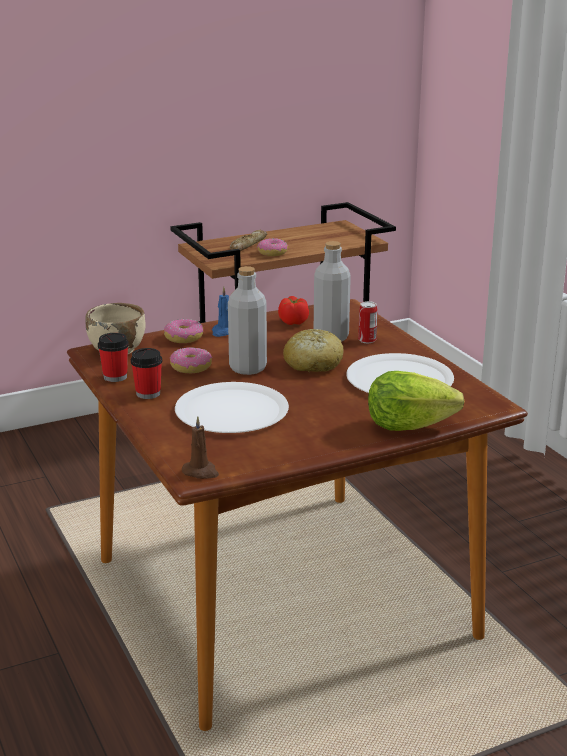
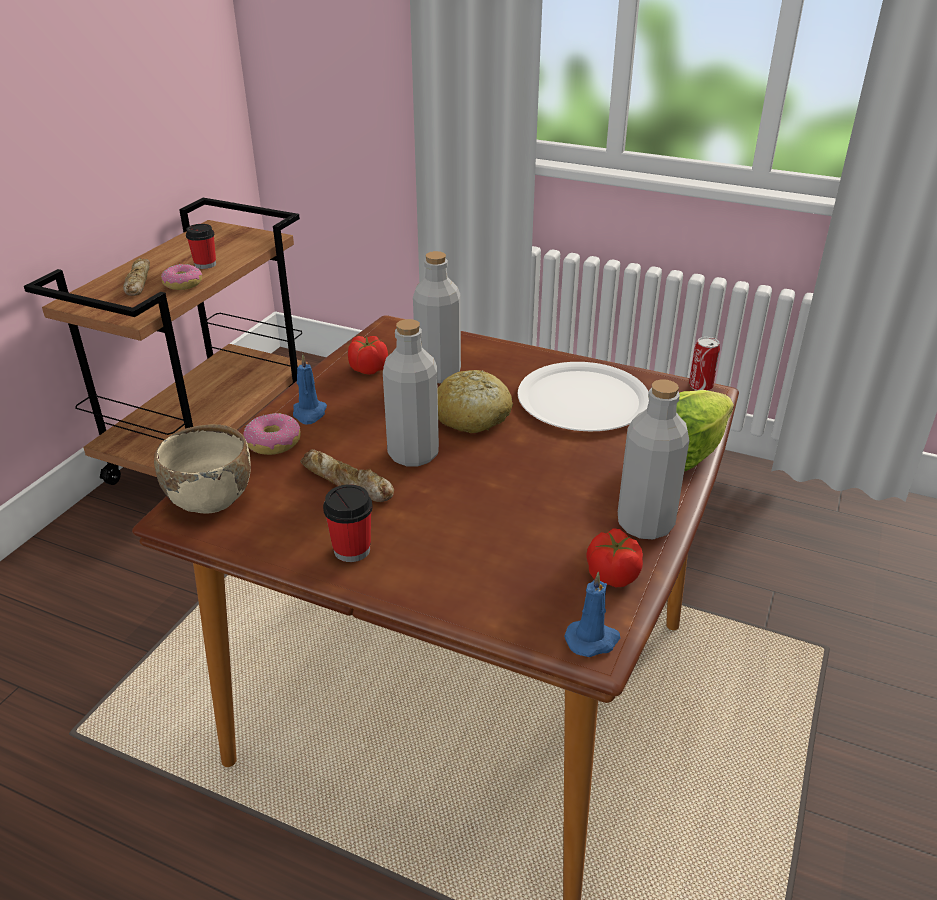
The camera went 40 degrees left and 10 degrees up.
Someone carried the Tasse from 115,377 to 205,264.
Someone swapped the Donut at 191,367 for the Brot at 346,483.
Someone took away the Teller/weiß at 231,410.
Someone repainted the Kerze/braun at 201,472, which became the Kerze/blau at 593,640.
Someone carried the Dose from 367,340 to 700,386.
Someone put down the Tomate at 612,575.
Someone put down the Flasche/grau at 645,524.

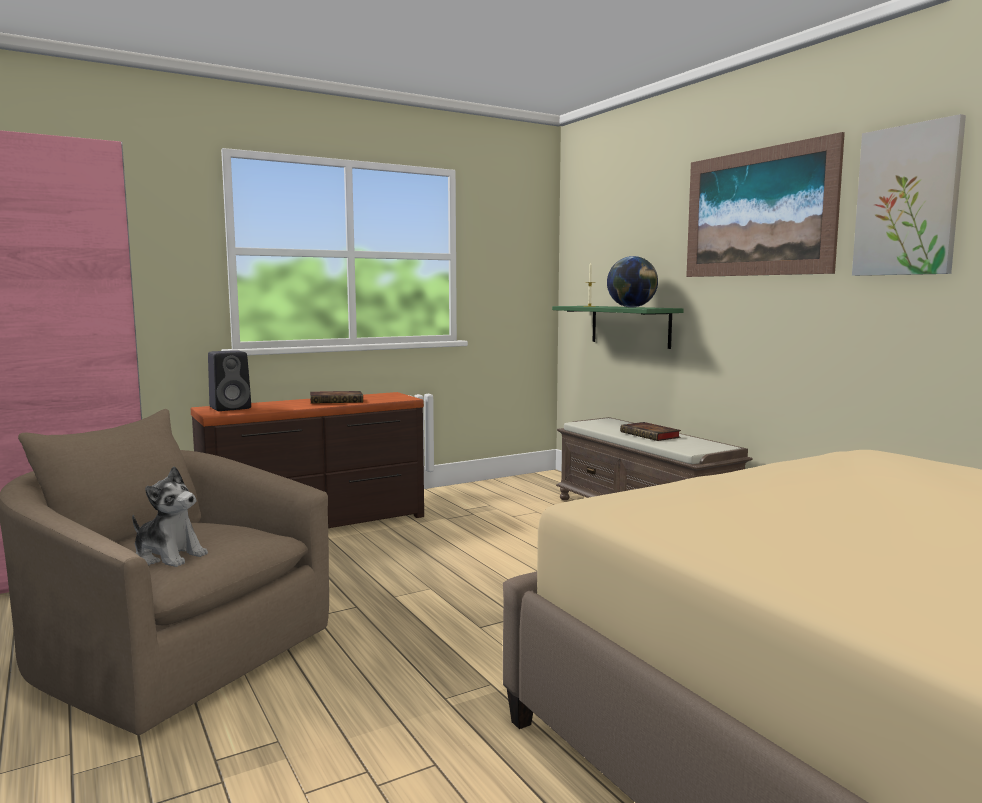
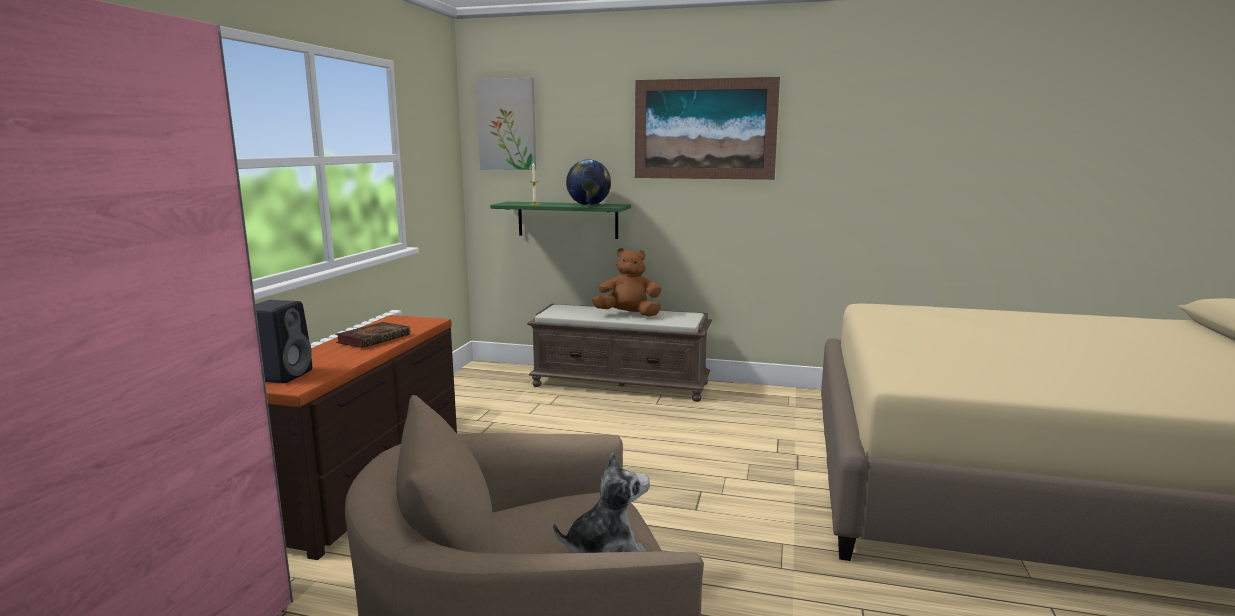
The camera went 45 degrees left and 5 degrees up.
Someone swapped the Buch at 651,435 for the Plüschtier/braun at 628,315.
Someone carried the Bild from 907,201 to 507,124.

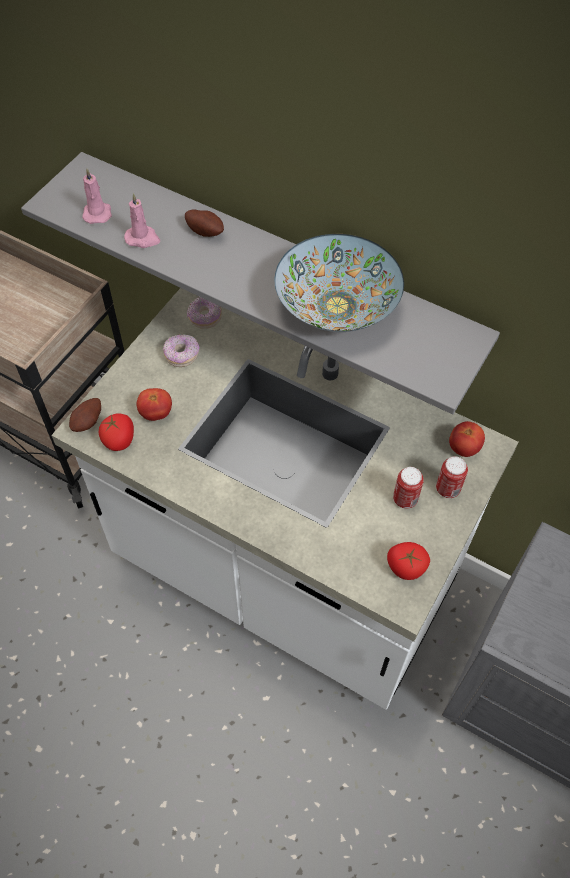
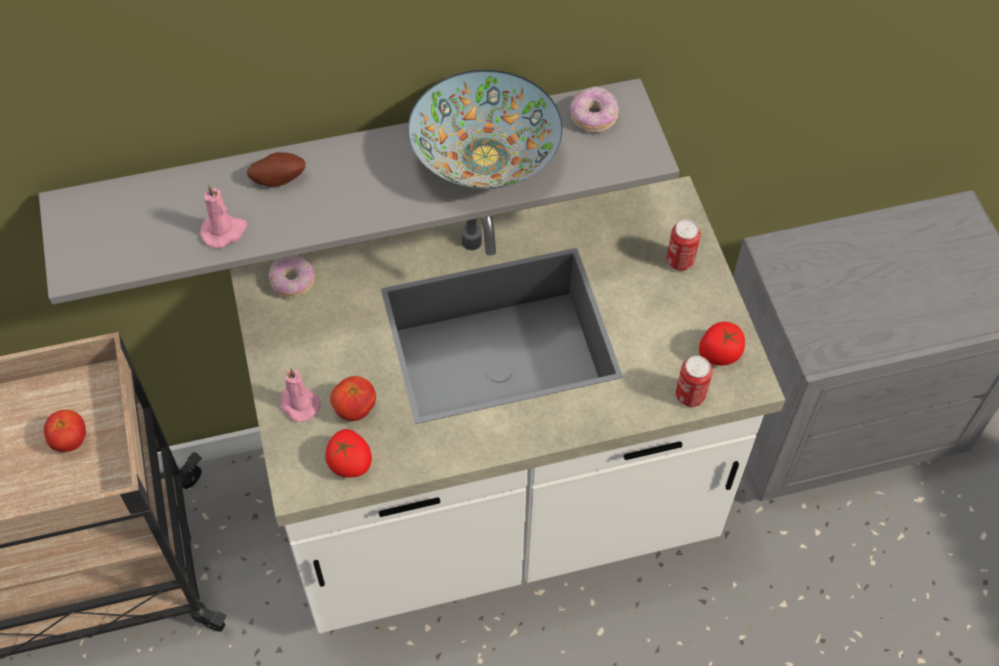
The camera went 45 degrees left and 0 degrees up.
Someone took away the Kartoffel at 88,422.
Someone carried the Kerze/rosa from 97,213 to 298,404.
Someone carried the Donut from 182,355 to 593,117.
Someone carried the Dose from 405,499 to 690,396.
Someone carried the Tomate from 463,448 to 70,440.

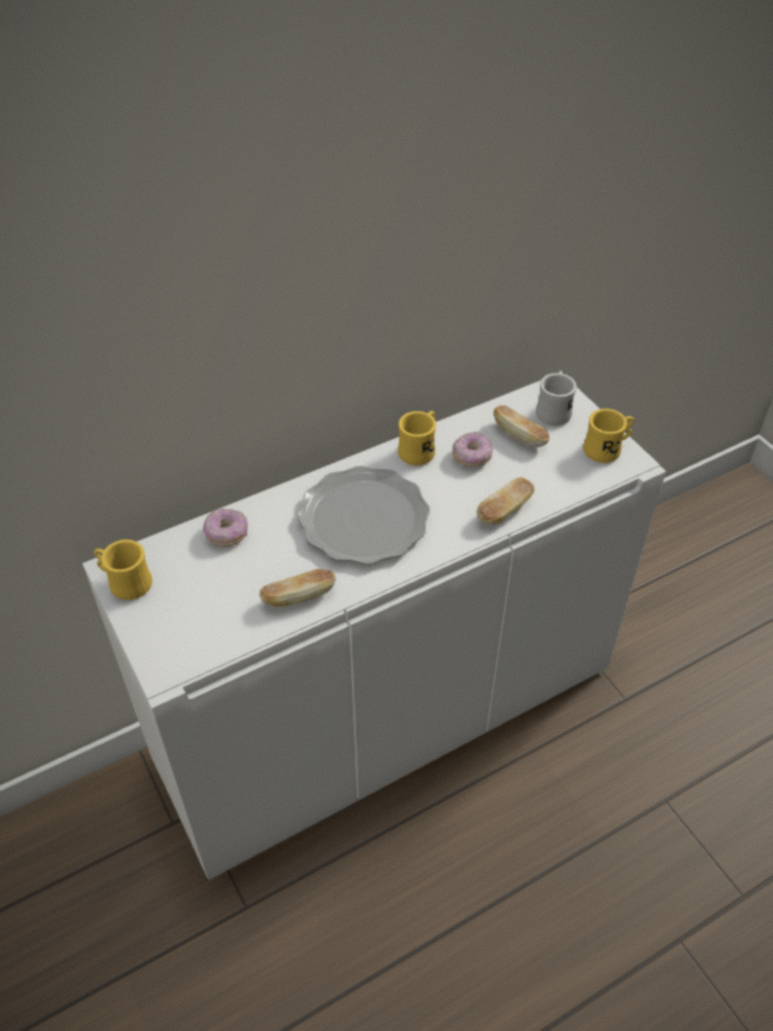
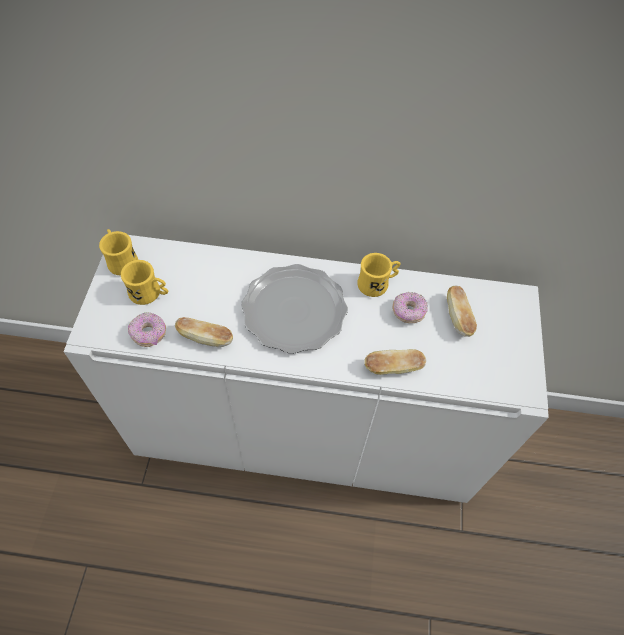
The camera went 35 degrees right and 10 degrees up.
Someone carried the Donut from 227,534 to 149,334.
Someone took away the Henkelbecher/weiß at 554,410.
Someone carried the Henkelbecher/gelb from 607,449 to 150,294.

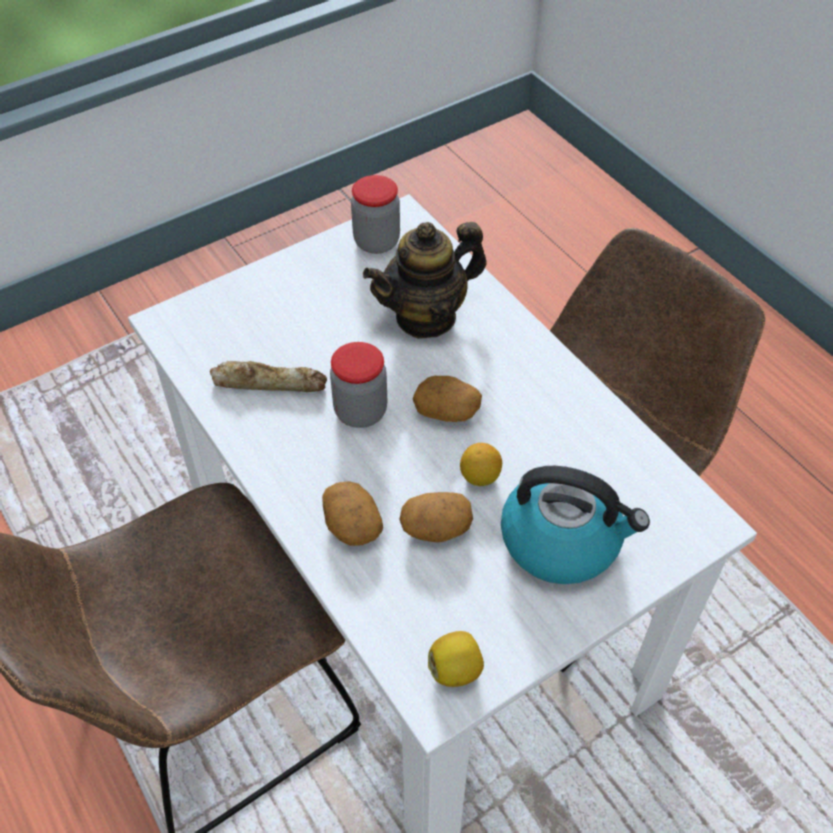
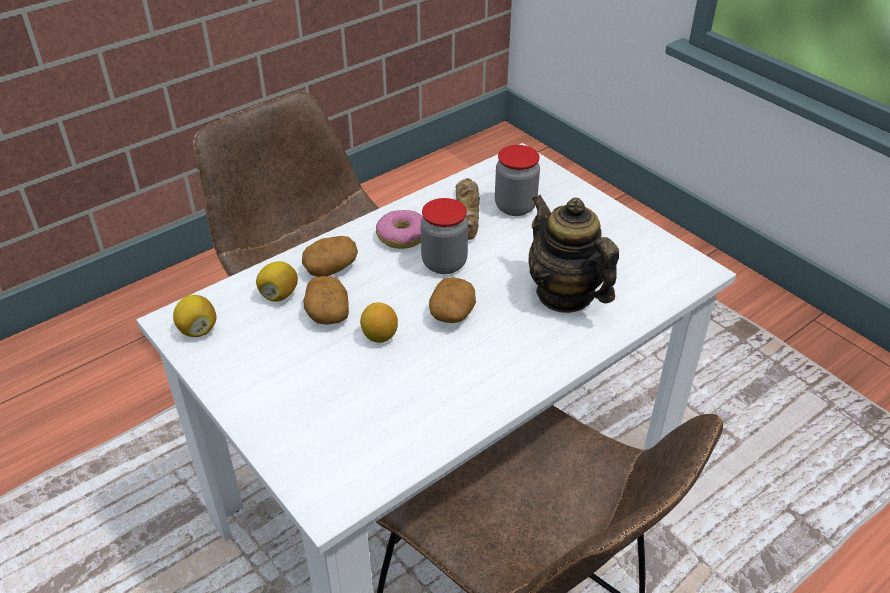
The camera went 85 degrees right and 10 degrees down.
Someone carried the Vorratsglas from 376,242 to 515,207.
Someone took away the Wasserkessel at 562,540.
Someone put down the Zitrone at 279,294.
Someone put down the Donut at 402,236.

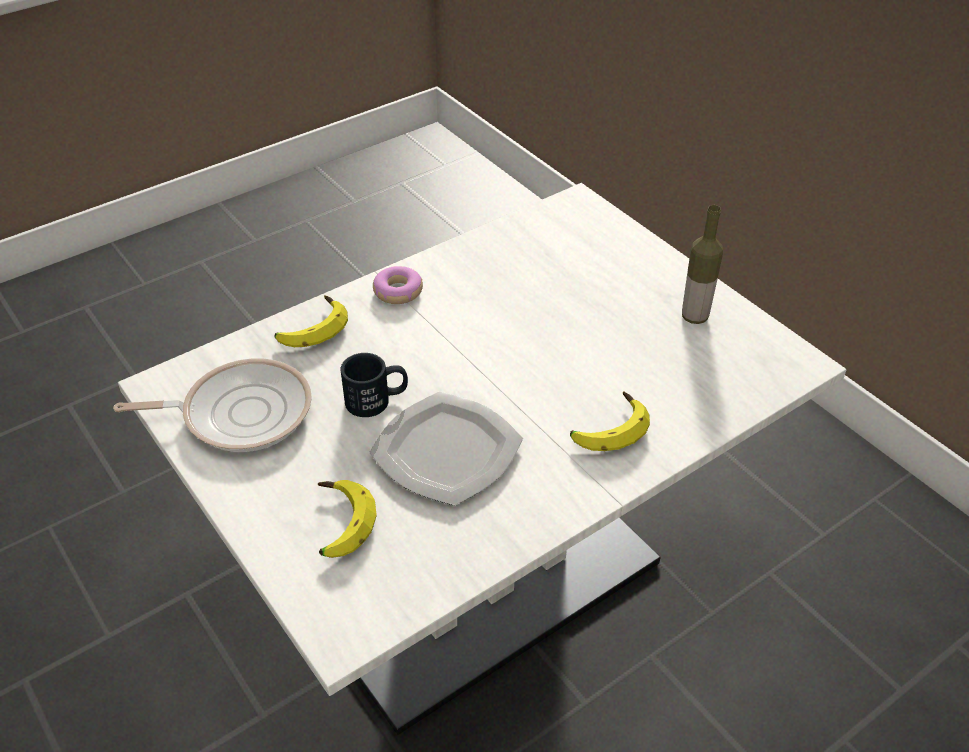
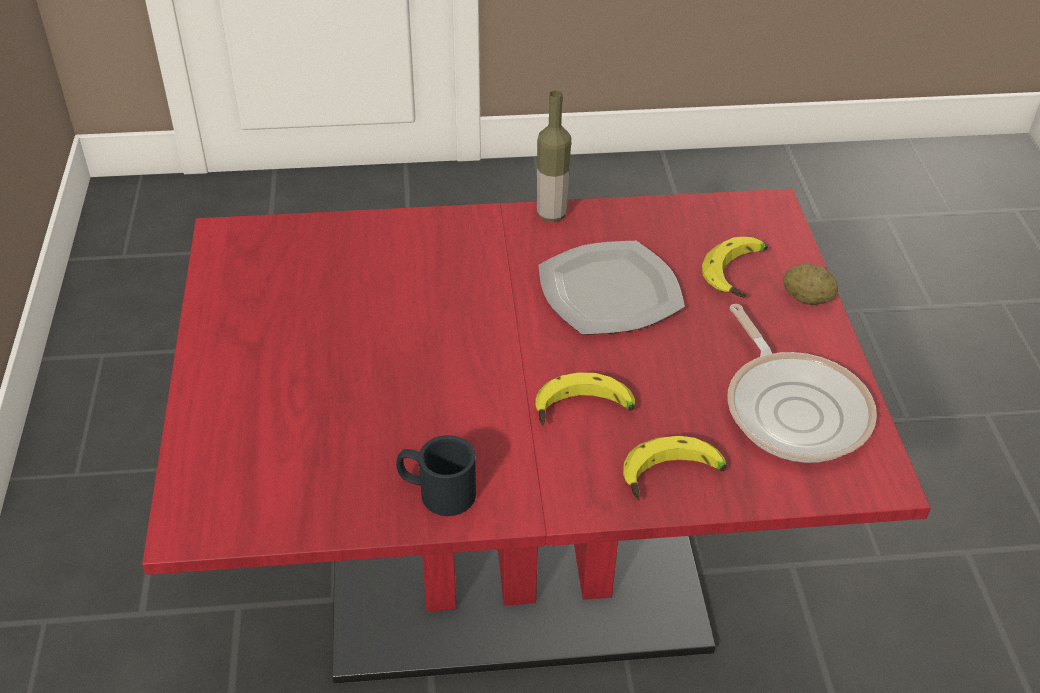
The camera went 150 degrees left and 0 degrees up.
Someone rotated the Pfanne at 240,412 by 135 degrees counterclockwise.
Someone repainted the Esstisch/weiß at 484,583, which became the Esstisch/rot at 516,582.
Someone carried the Henkelbecher/schwarz from 377,400 to 436,491.
Someone took away the Donut at 398,291.
Someone carried the Banane from 607,429 to 583,412.
Someone carried the Flasche from 694,316 to 551,214.
Someone put down the Kartoffel at 807,299.

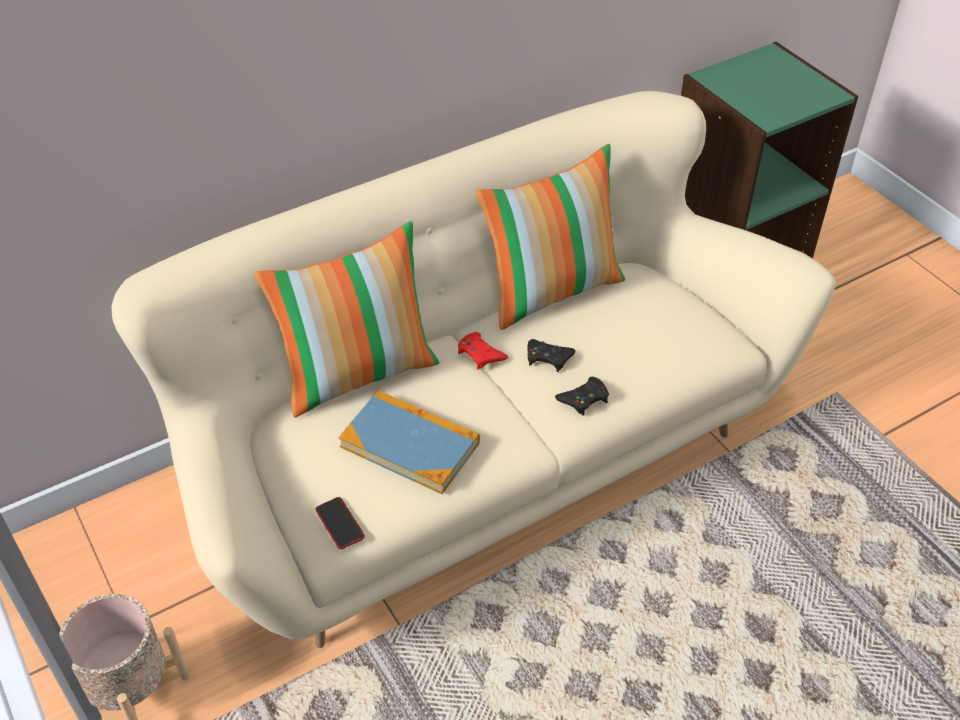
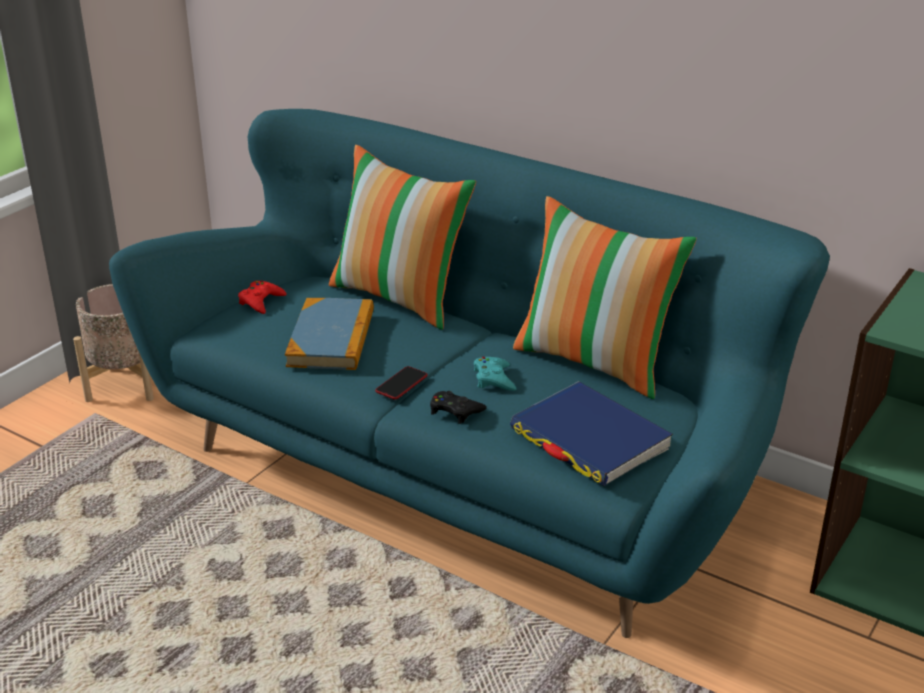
The camera went 65 degrees right and 15 degrees down.
Someone repainted the Sofa/beige at 480,457, which became the Sofa/türkis at 461,473.
Someone carried the Handy from 340,523 to 401,384.
Someone carried the Gamepad/rot from 480,354 to 261,301.
Someone repainted the Gamepad/schwarz at 548,358, which became the Gamepad/türkis at 494,379.
Someone put down the Buch/blau at 589,439.

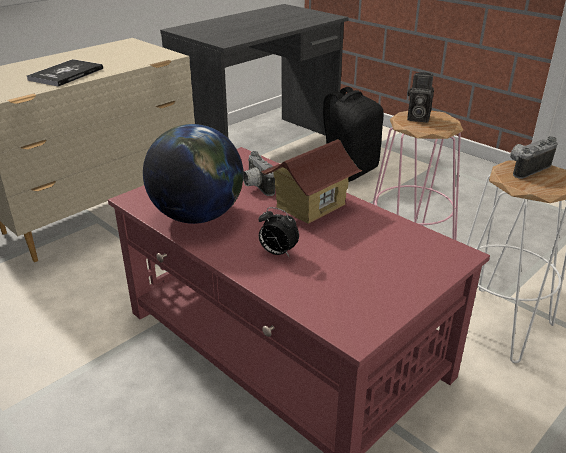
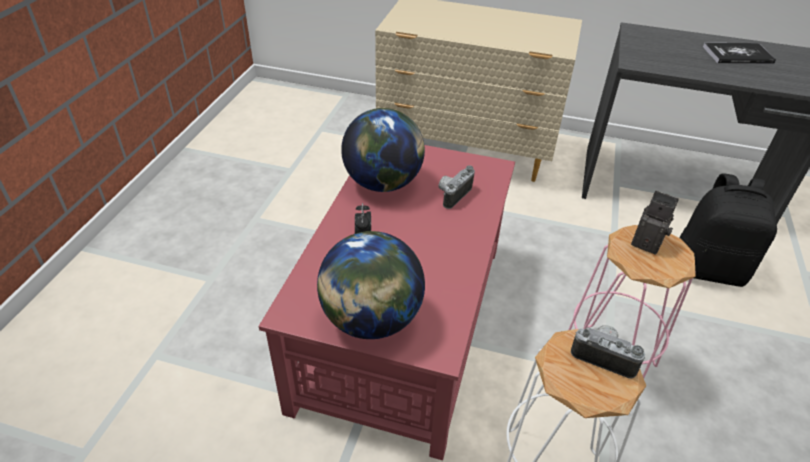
The camera went 60 degrees right and 10 degrees up.
Someone carried the Buch from 66,74 to 737,55.
Someone took away the Spielzeughaus at 310,206.
Someone rotated the Kamera at 417,118 by 135 degrees clockwise.
Someone put down the Globus at 371,320.

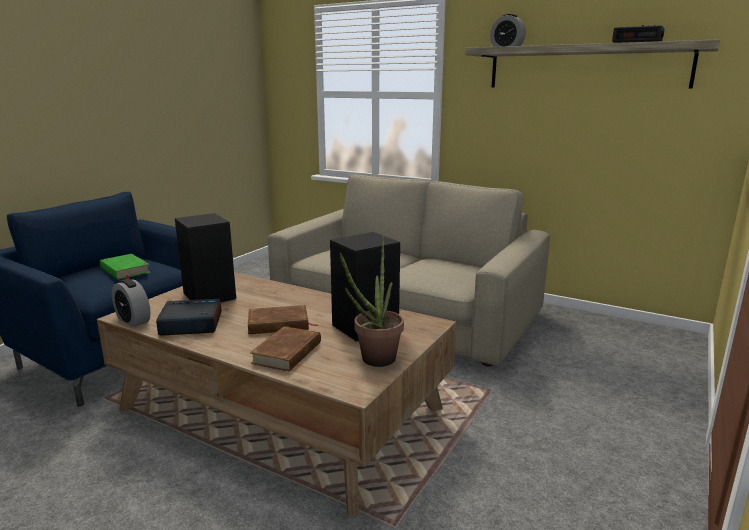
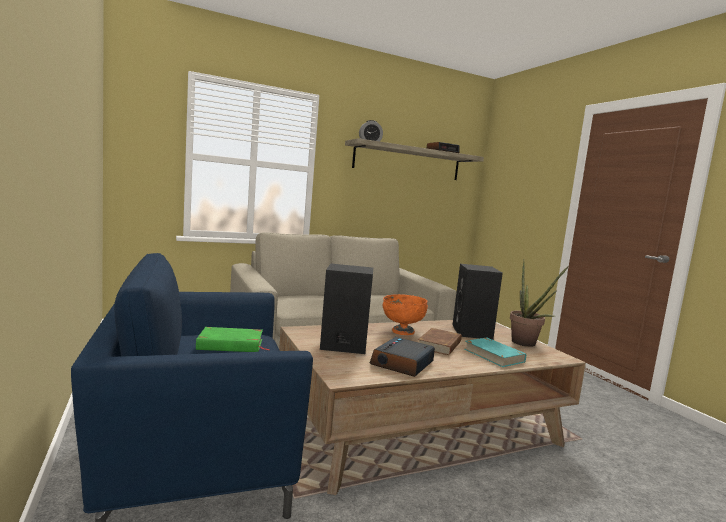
The camera went 55 degrees left and 10 degrees down.
Someone took away the Wecker at 133,320.
Someone repainted the Buch/braun at 287,353, which became the Buch/türkis at 493,355.
Someone put down the Schüssel/orange at 402,331.

